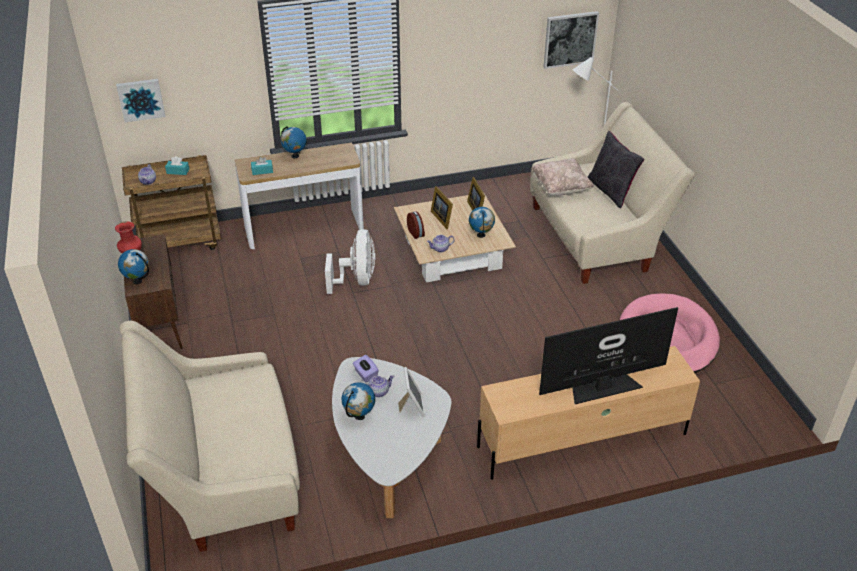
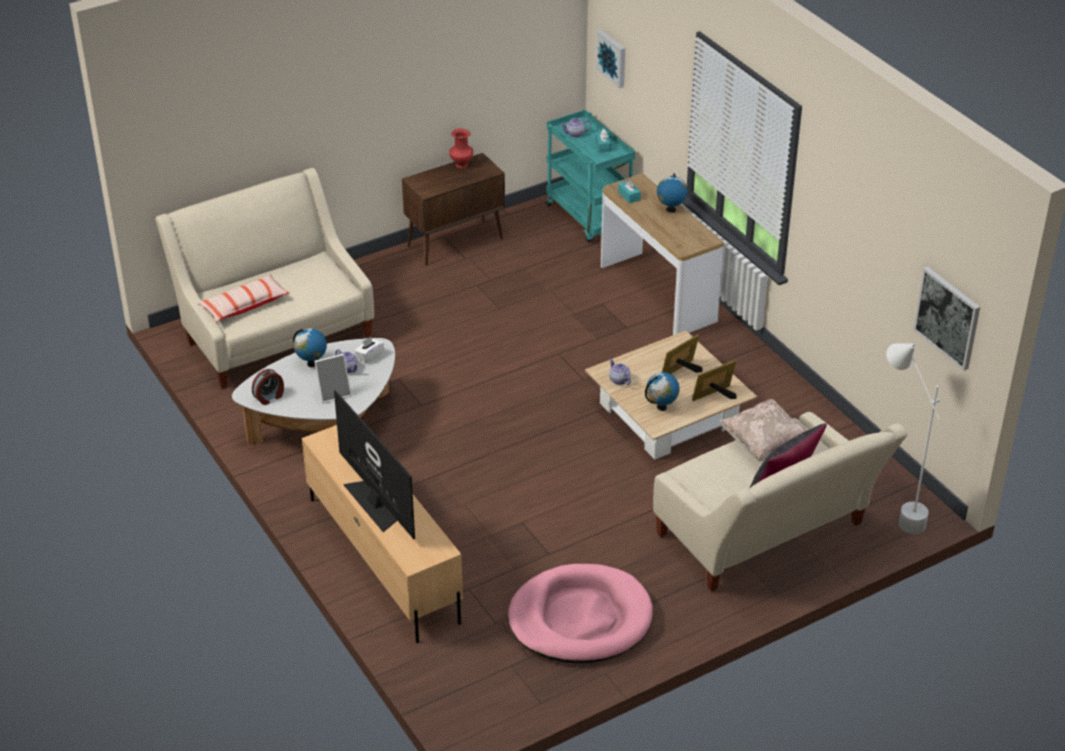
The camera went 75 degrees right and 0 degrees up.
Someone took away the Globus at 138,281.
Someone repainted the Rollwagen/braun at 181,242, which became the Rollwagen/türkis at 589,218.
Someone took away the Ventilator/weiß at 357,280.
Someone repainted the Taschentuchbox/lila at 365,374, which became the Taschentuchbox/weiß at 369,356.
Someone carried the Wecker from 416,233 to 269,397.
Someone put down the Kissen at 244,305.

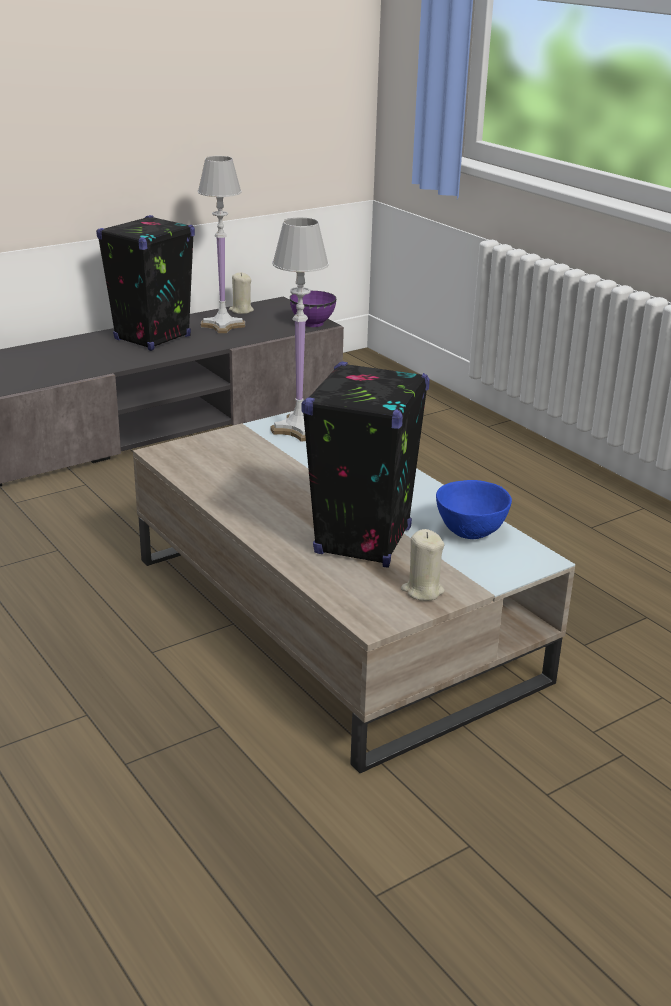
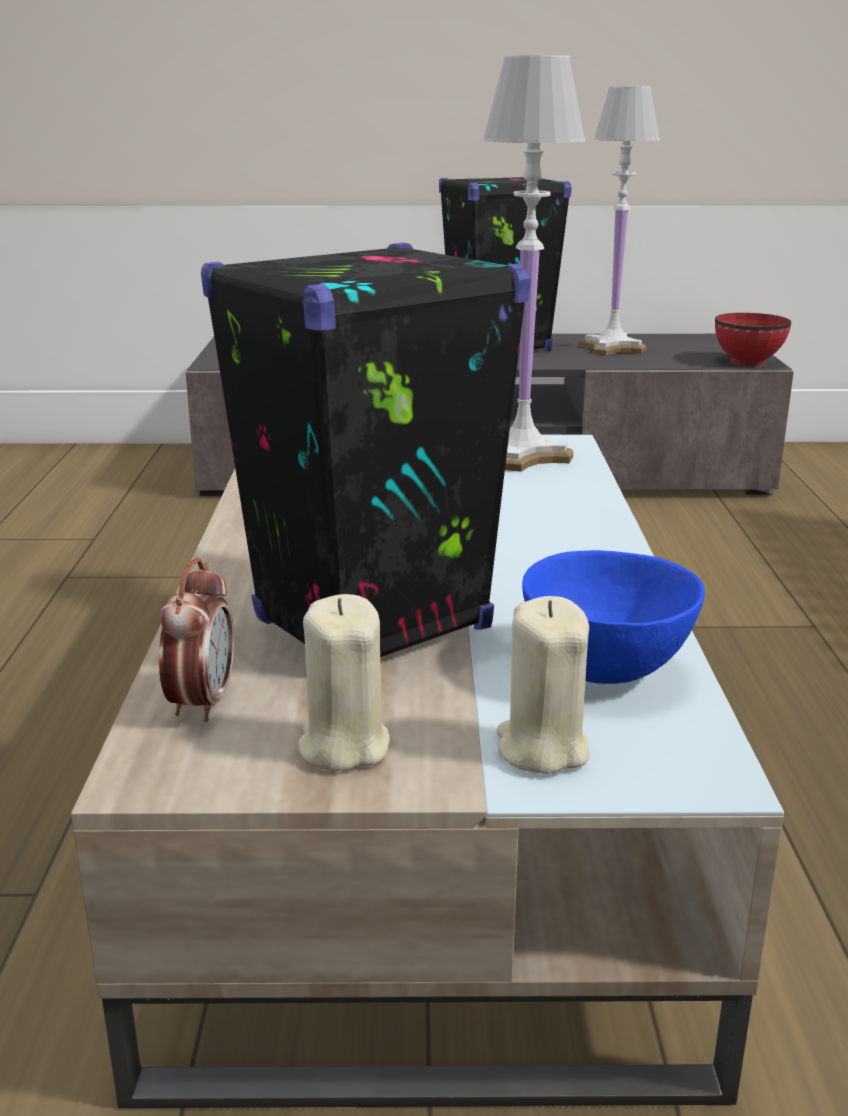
The camera went 35 degrees right and 5 degrees down.
Someone carried the Kerze/beige from 241,310 to 541,748.
Someone repainted the Schüssel/lila at 312,323, which became the Schüssel/rot at 747,362.
Someone put down the Wecker at 202,703.

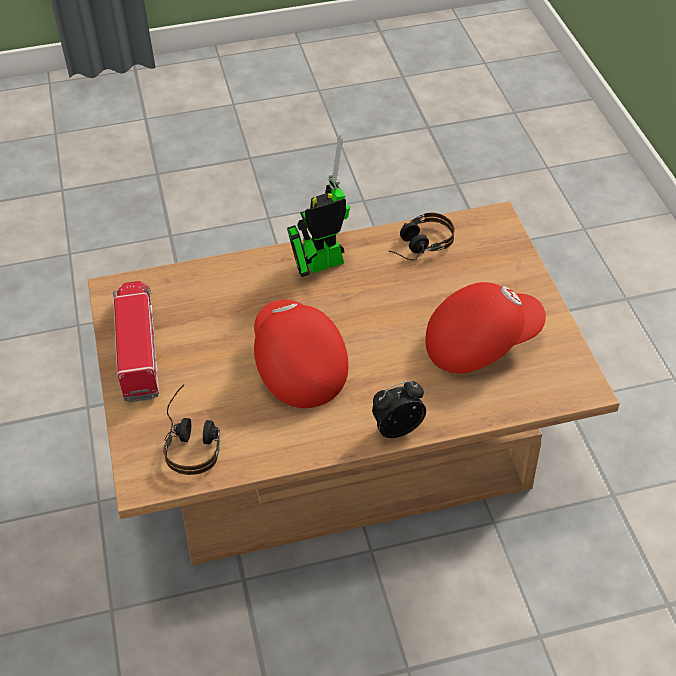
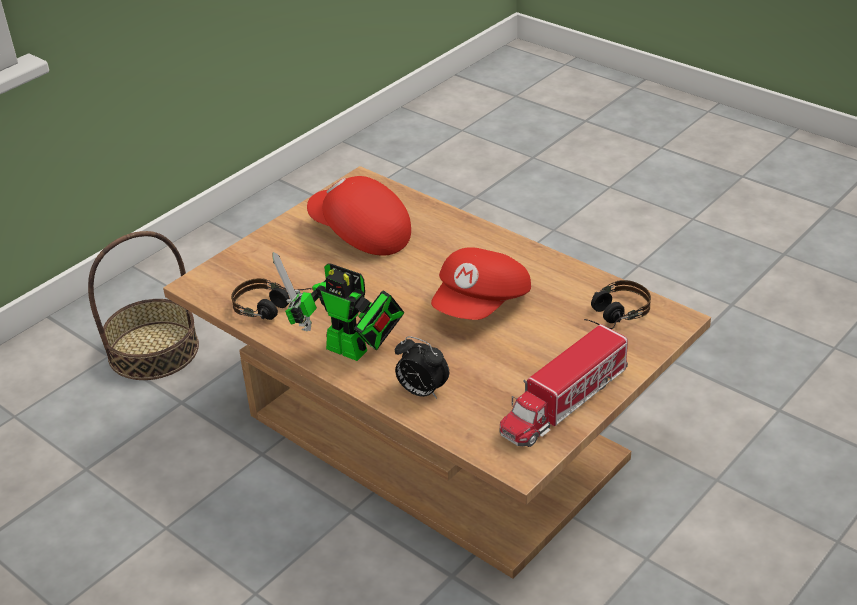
The camera went 125 degrees left and 10 degrees down.
Someone carried the Wecker from 397,428 to 421,392.
Someone put down the Korb at 153,350.

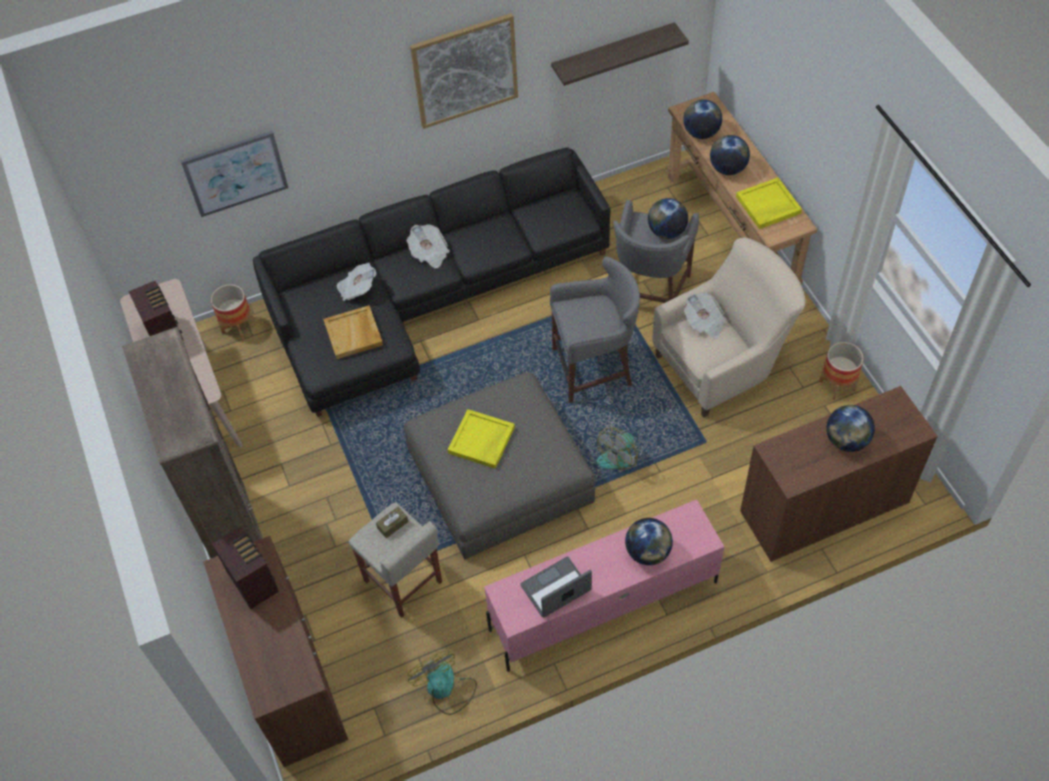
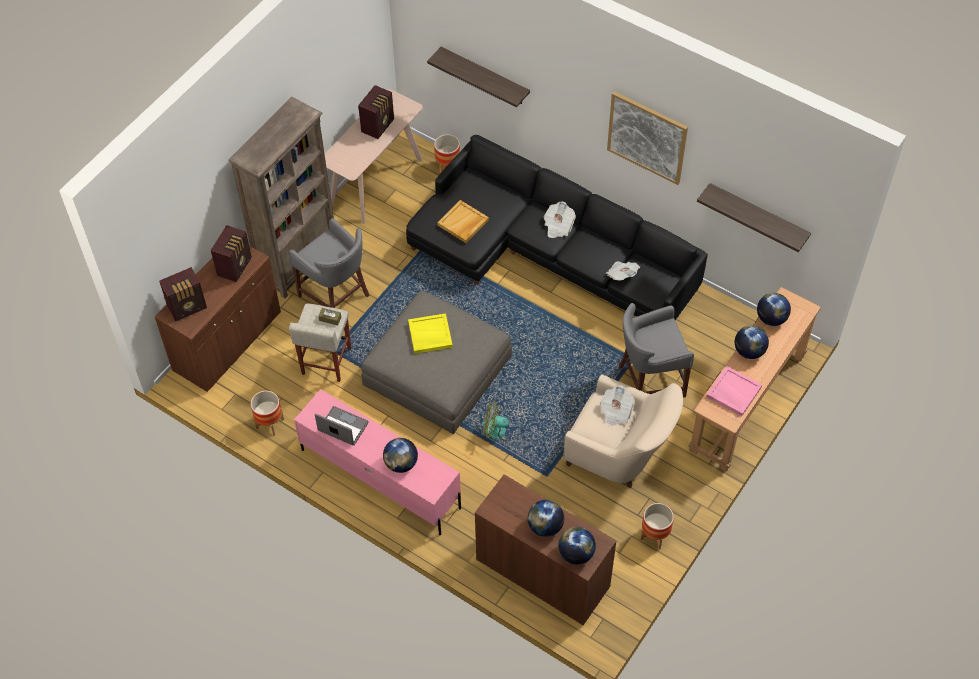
The camera went 55 degrees right and 0 degrees up.
Someone swapped the Bild at 235,173 for the Wandregal at 485,76.
Someone carried the Zeitung from 357,289 to 622,275.
Someone swapped the Ventilator at 445,689 for the Pflanzkübel at 269,423.
Someone carried the Hocker/grau from 595,368 to 336,296.
Someone carried the Globus from 666,231 to 576,553.
Someone repainted the Tablett/gelb at 768,205, which became the Tablett/rosa at 733,392.
Someone put down the Radio at 188,307.

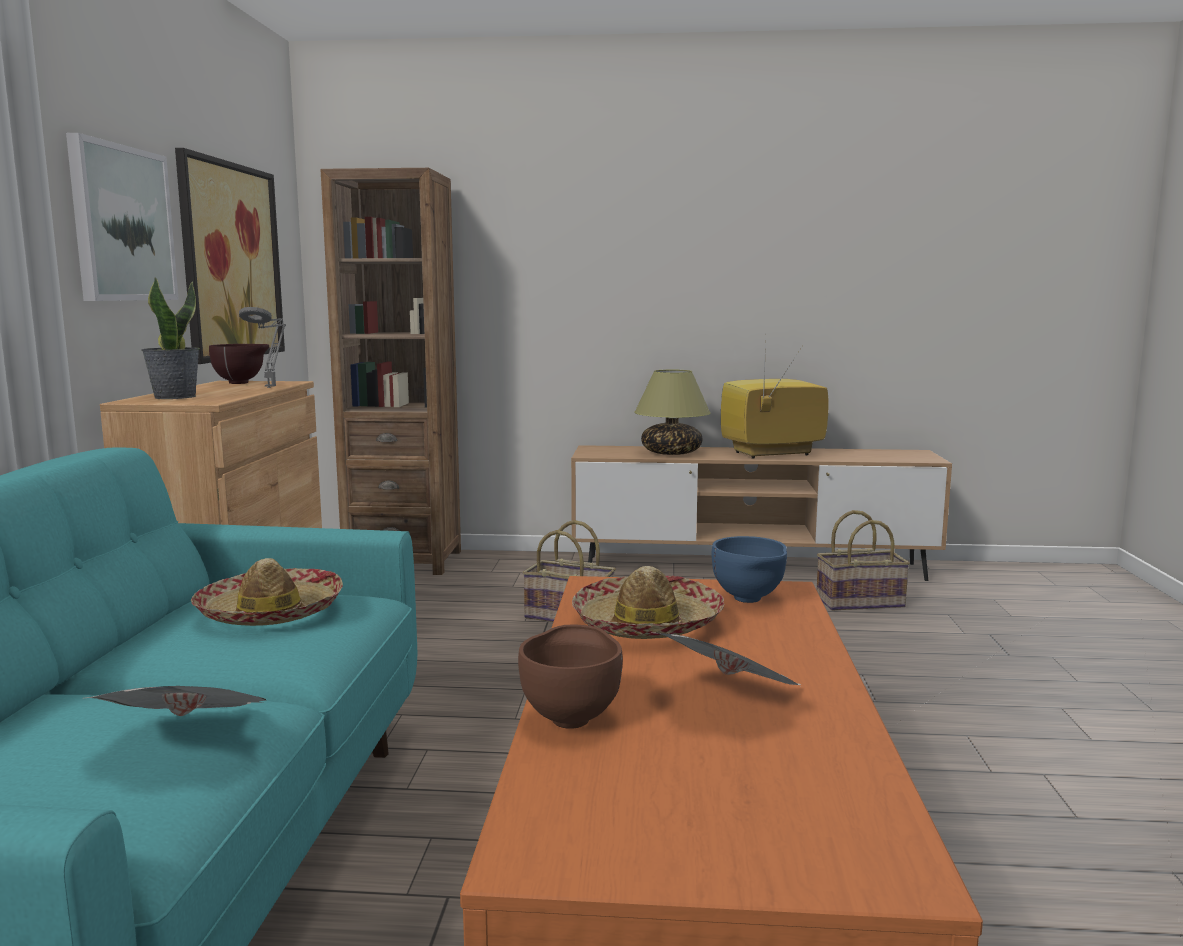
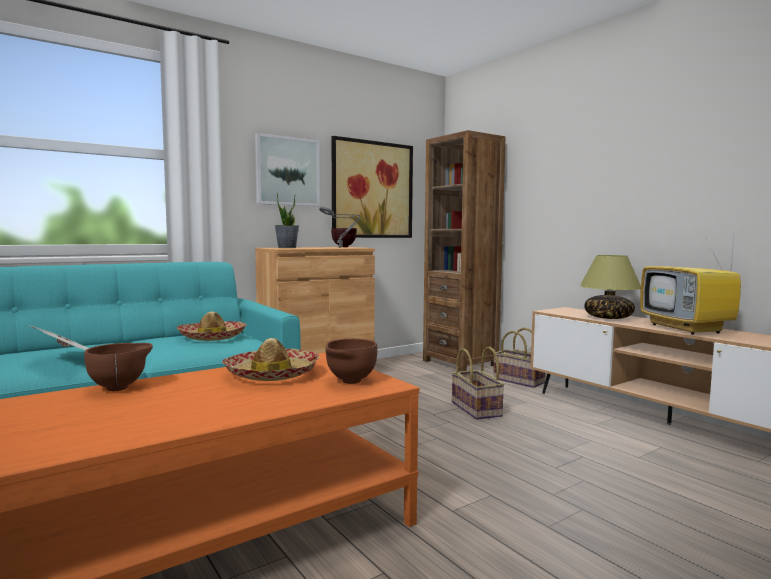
The camera went 50 degrees right and 5 degrees down.
Someone took away the Zeitung at 732,700.
Someone repainted the Schüssel/blau at 749,600, which became the Schüssel/braun at 349,382.
Someone rotated the Fernseher at 771,454 by 135 degrees counterclockwise.
Someone carried the Korb from 860,601 to 519,381.

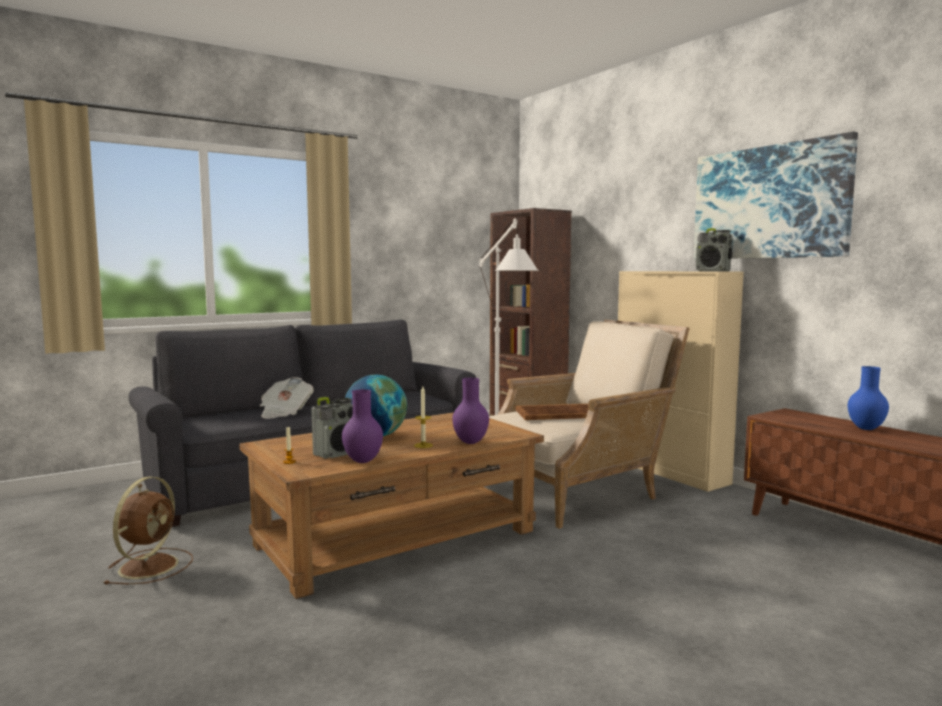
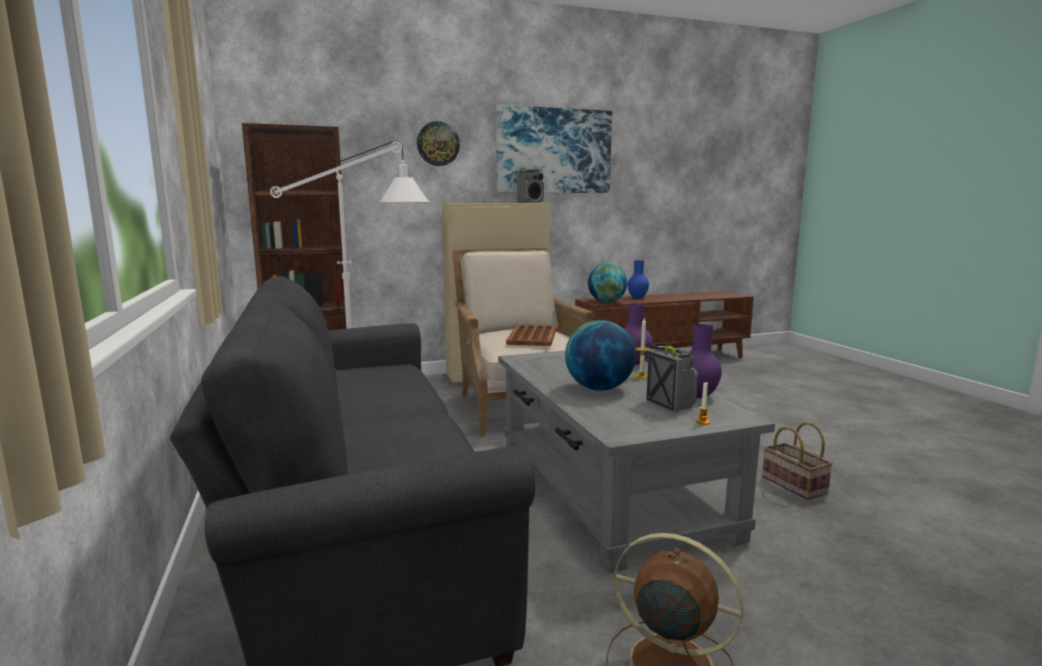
The camera went 75 degrees left and 5 degrees up.
Someone repainted the Couchtisch/braun at 397,538, which became the Couchtisch/grau at 607,485.
Someone took away the Zeitung at 284,413.
Someone put up the Wanduhr at 438,144.
Someone put down the Globus at 607,302.
Someone put down the Korb at 791,485.

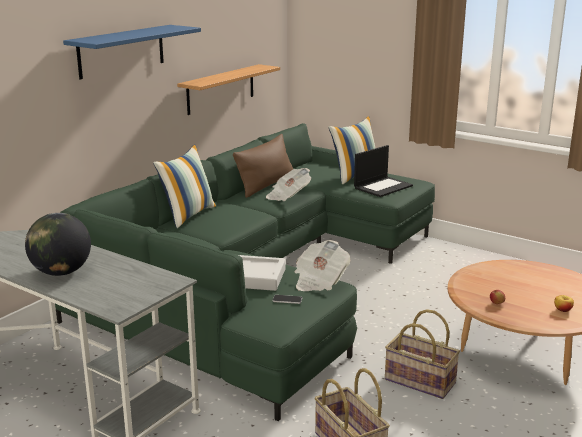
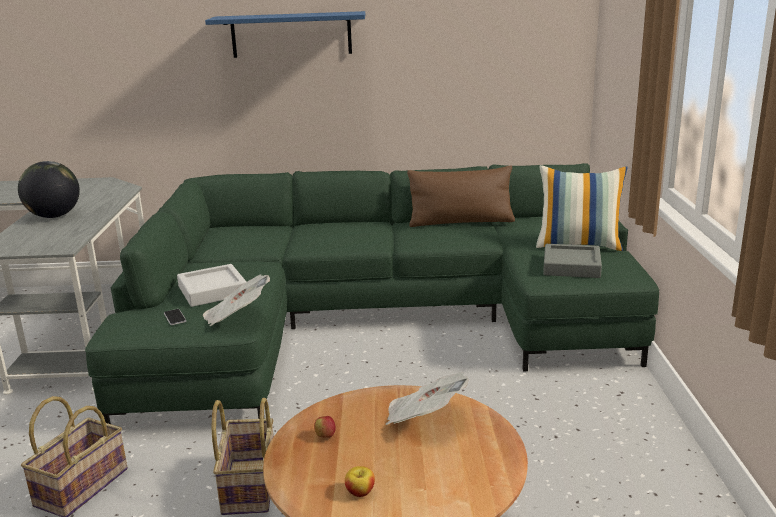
The camera went 55 degrees right and 0 degrees up.
Someone took away the Kissen at 188,215.
Someone took away the Wandregal at 221,89.
Someone carried the Zeitung from 288,196 to 424,418.
Someone swapped the Laptop at 383,187 for the Tablett/grau at 571,266.

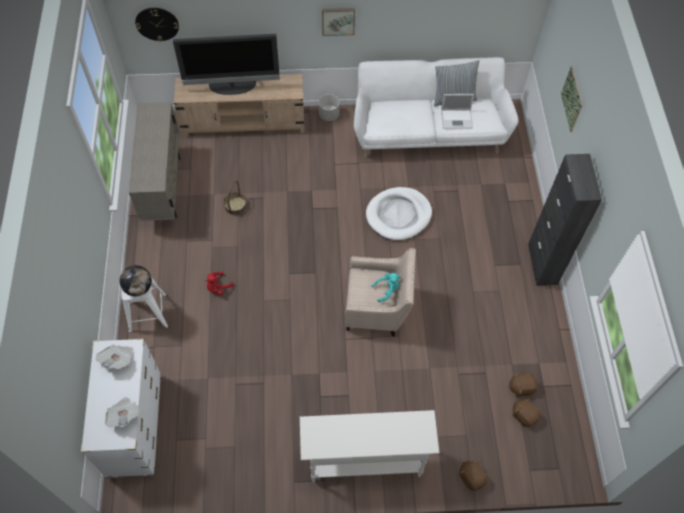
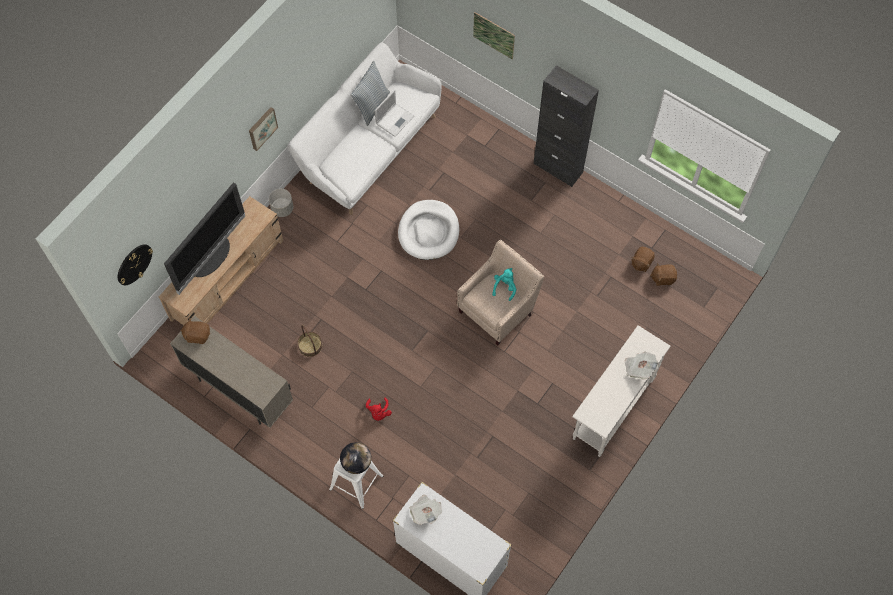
The camera went 50 degrees left and 5 degrees up.
Someone carried the Zeitung from 124,415 to 639,368.
Someone carried the Plüschtier/braun from 471,477 to 197,335.

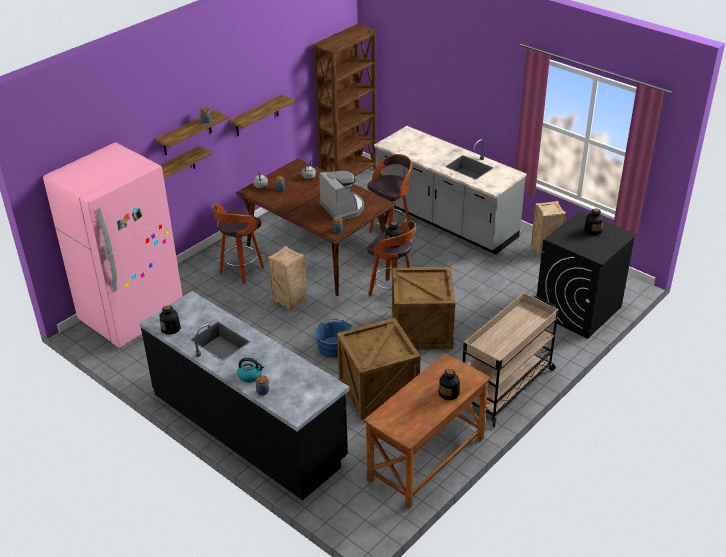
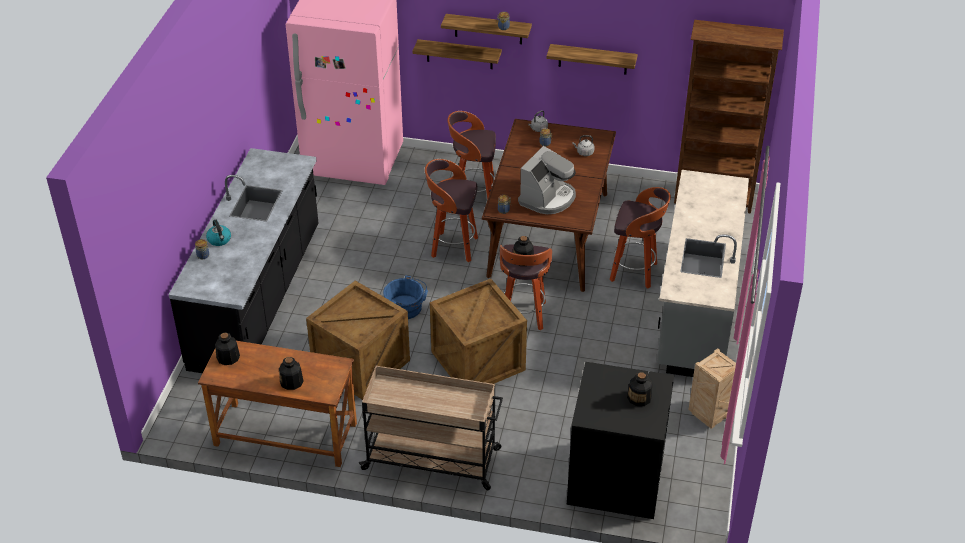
The camera went 60 degrees right and 5 degrees up.
Someone carried the Flasche from 171,328 to 228,357.
Someone swapped the Kiste at 288,300 for the Hocker at 453,247.

